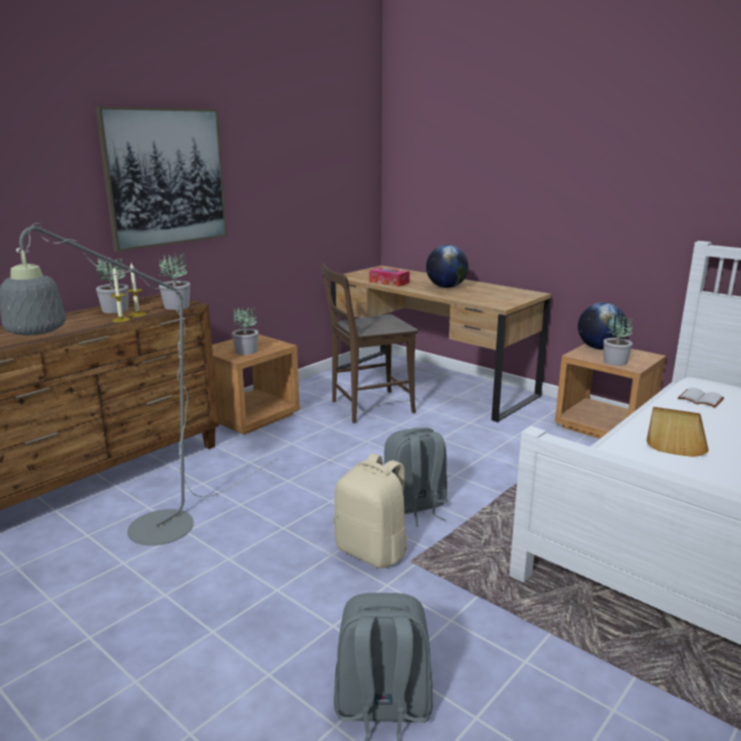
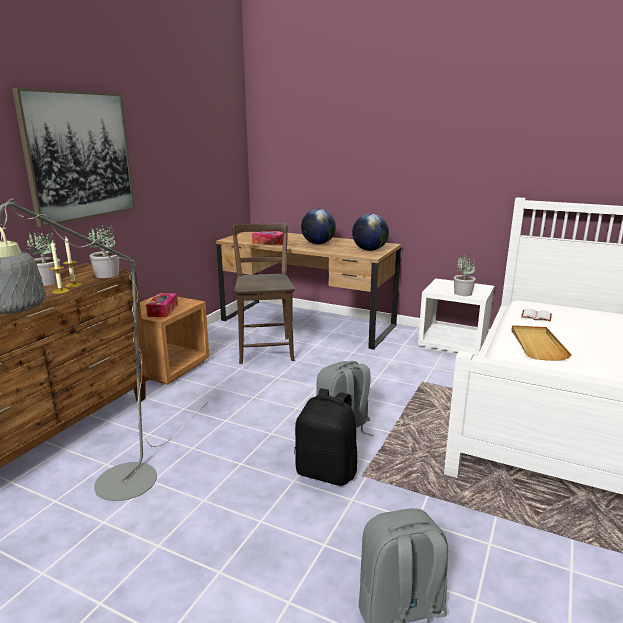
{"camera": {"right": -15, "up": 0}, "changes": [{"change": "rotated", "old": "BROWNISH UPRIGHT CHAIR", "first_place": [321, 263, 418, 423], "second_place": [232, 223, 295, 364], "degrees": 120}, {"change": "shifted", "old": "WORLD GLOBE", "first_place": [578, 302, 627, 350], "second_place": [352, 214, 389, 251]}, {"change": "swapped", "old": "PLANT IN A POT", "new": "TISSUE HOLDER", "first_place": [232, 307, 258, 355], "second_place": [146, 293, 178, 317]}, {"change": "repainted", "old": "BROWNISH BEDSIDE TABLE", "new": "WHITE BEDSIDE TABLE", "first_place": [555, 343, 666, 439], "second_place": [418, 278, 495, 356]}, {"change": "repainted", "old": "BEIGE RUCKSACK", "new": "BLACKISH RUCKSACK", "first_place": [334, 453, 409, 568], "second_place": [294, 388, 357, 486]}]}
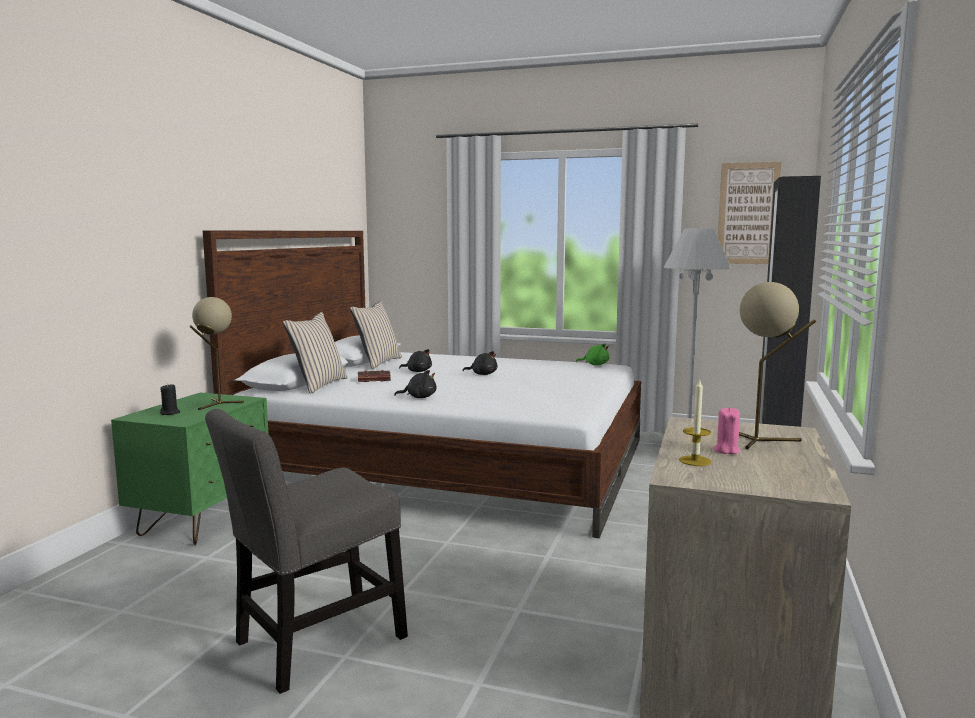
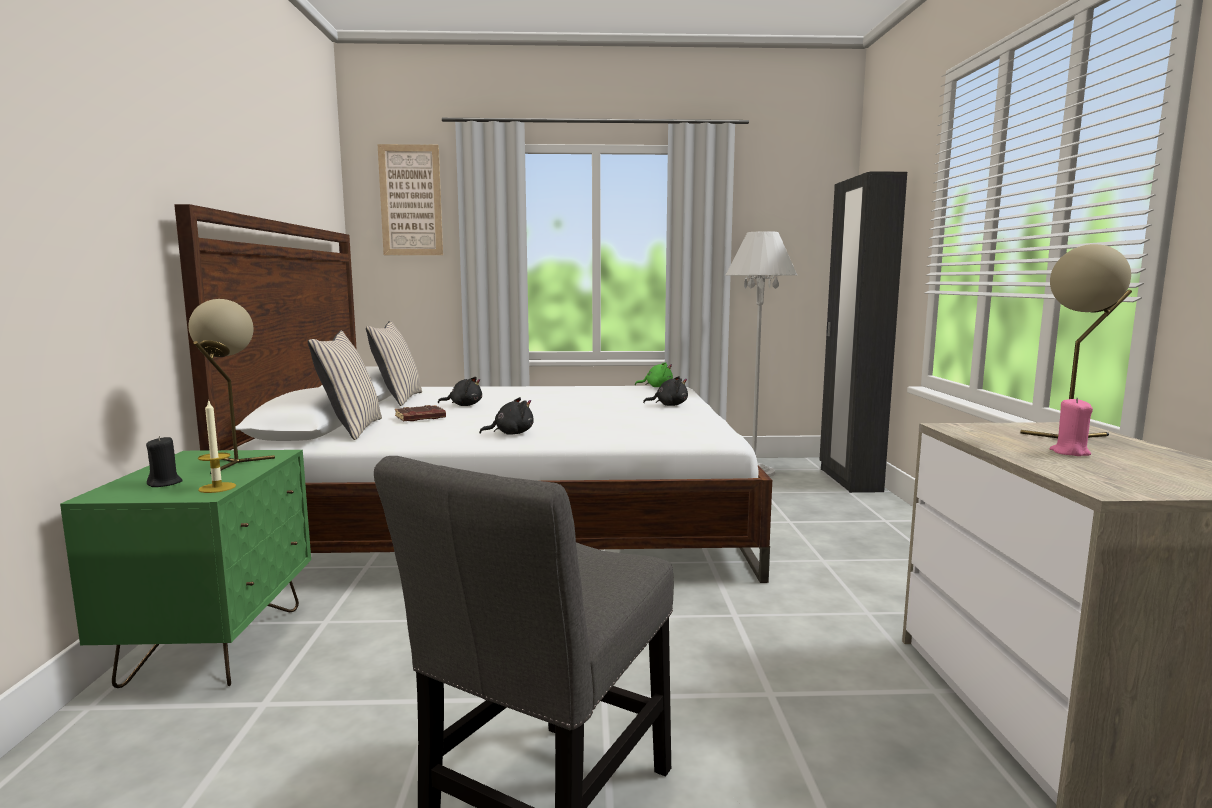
{"camera": {"right": -20, "up": 0}, "changes": [{"change": "shifted", "old": "WALL ART", "first_place": [718, 162, 781, 264], "second_place": [378, 144, 443, 255]}, {"change": "shifted", "old": "BLACKISH CUDDLY TOY", "first_place": [463, 351, 498, 375], "second_place": [643, 376, 688, 406]}, {"change": "shifted", "old": "CANDLE", "first_place": [679, 379, 712, 466], "second_place": [198, 399, 236, 493]}]}
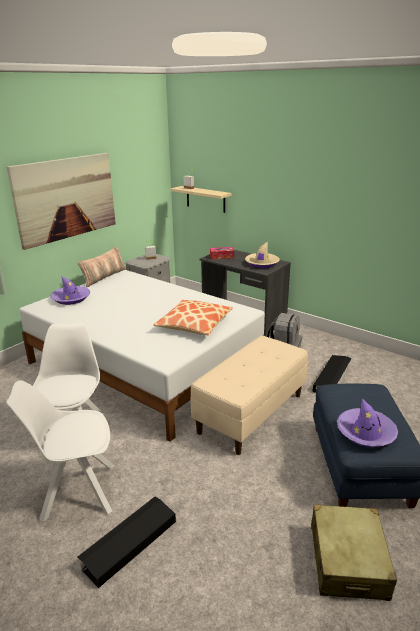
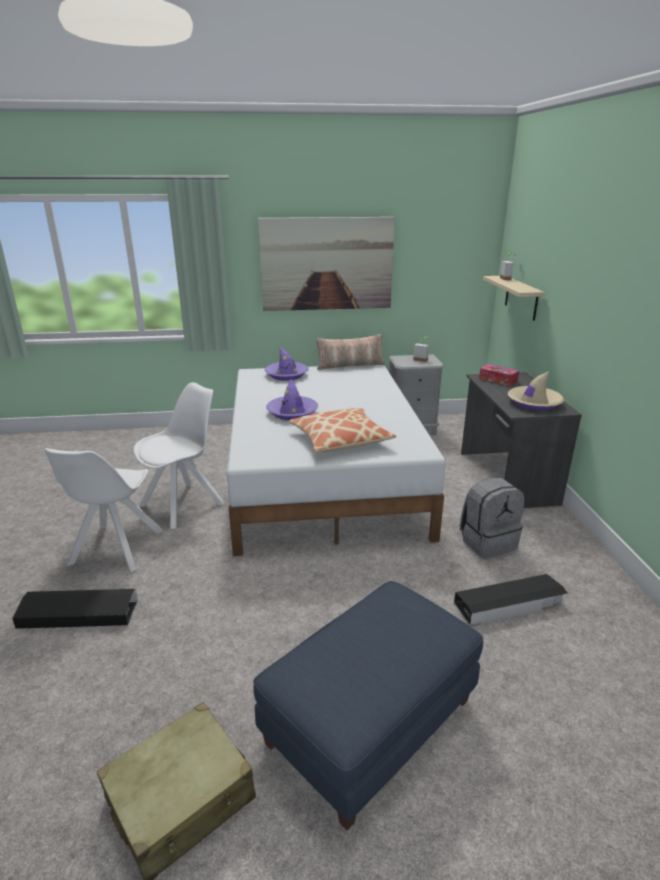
{"camera": {"right": 45, "up": 0}, "changes": [{"change": "gone", "old": "BEIGE INDOOR BENCH", "first_place": [191, 335, 308, 455]}, {"change": "rotated", "old": "WHITE UPRIGHT CHAIR", "first_place": [6, 380, 115, 522], "second_place": [44, 448, 163, 572], "degrees": -120}, {"change": "shifted", "old": "PURPLISH HAT", "first_place": [337, 399, 398, 447], "second_place": [266, 379, 318, 420]}]}
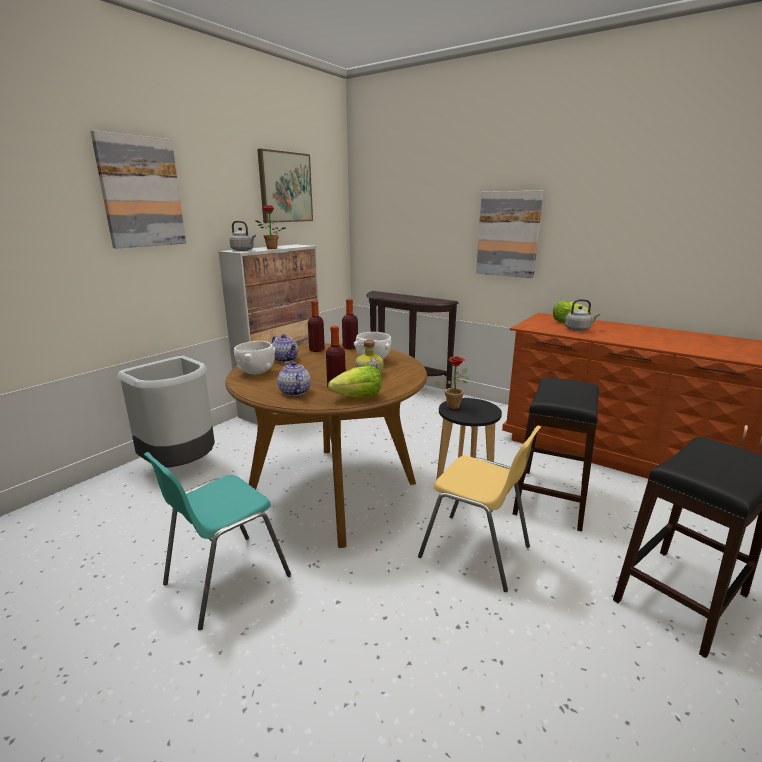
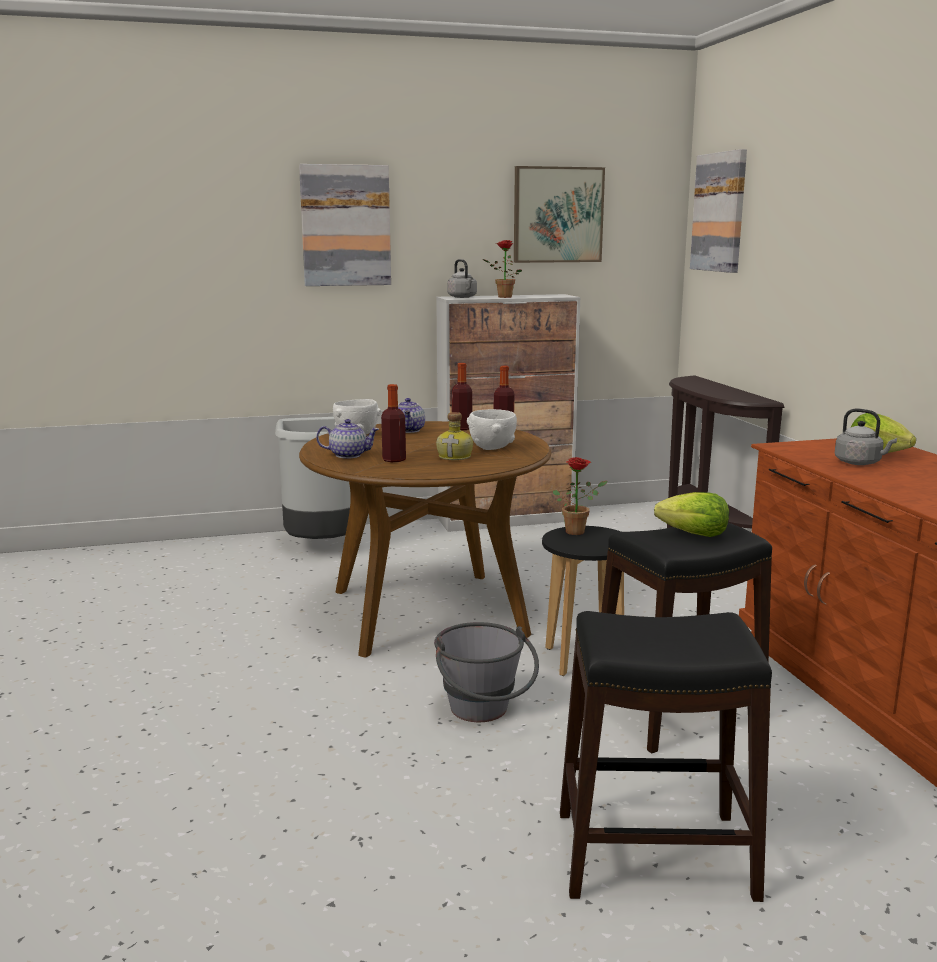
{"camera": {"right": 40, "up": -5}, "changes": [{"change": "shifted", "old": "WALL ART", "first_place": [476, 191, 543, 278], "second_place": [690, 149, 747, 273]}, {"change": "rotated", "old": "TEA POT", "first_place": [278, 362, 311, 396], "second_place": [316, 419, 379, 459], "degrees": 75}, {"change": "shifted", "old": "LETTUCE HEAD", "first_place": [328, 365, 382, 397], "second_place": [654, 492, 729, 537]}, {"change": "swapped", "old": "YELLOW UPRIGHT CHAIR", "new": "GRAY BUCKET", "first_place": [418, 425, 541, 592], "second_place": [434, 622, 539, 722]}, {"change": "gone", "old": "BLUE-GREEN UPRIGHT CHAIR", "first_place": [144, 452, 291, 630]}]}
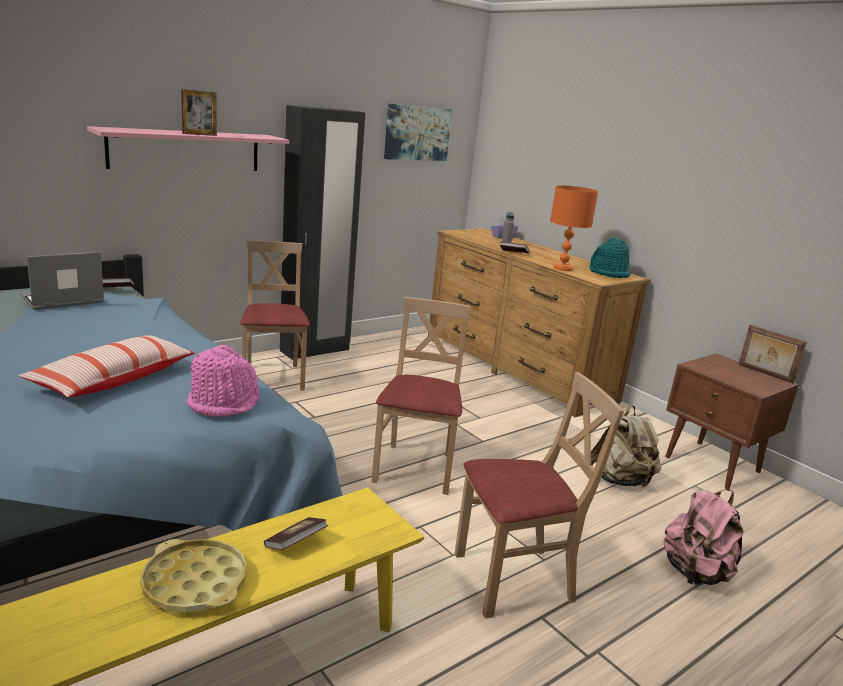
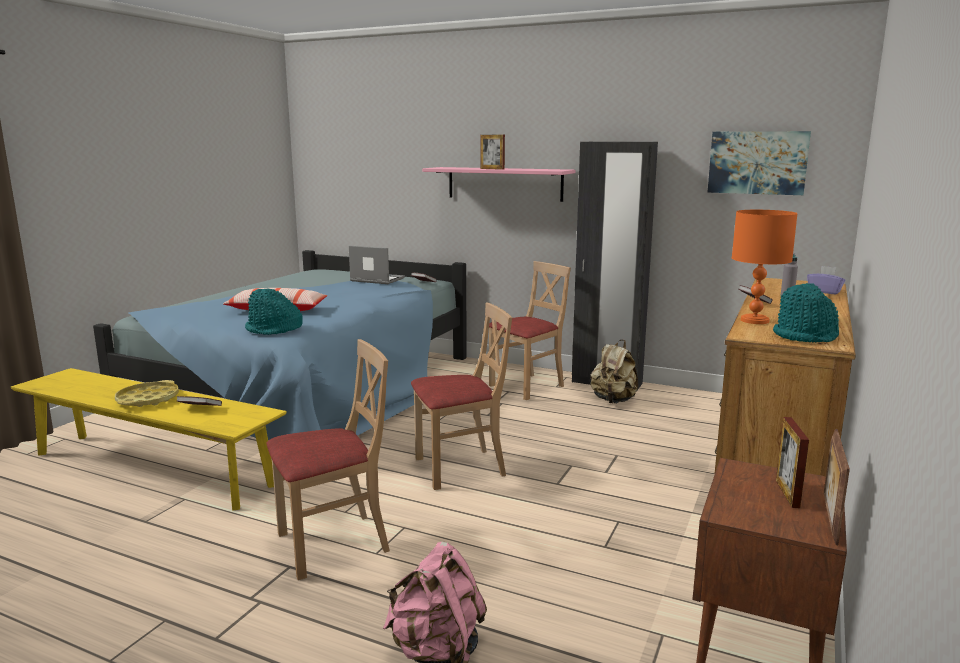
{"camera": {"right": 65, "up": -5}, "changes": [{"change": "repainted", "old": "PINK-COLOURED HAT", "new": "BLUE-GREEN HAT", "first_place": [187, 345, 259, 417], "second_place": [245, 289, 302, 335]}, {"change": "rotated", "old": "BEIGE UPRIGHT CHAIR", "first_place": [455, 372, 624, 618], "second_place": [267, 339, 390, 580], "degrees": -75}, {"change": "shifted", "old": "BEIGE RUCKSACK", "first_place": [591, 405, 661, 487], "second_place": [590, 339, 638, 403]}, {"change": "new", "new": "PHOTO FRAME", "second_place": [776, 417, 809, 508]}]}
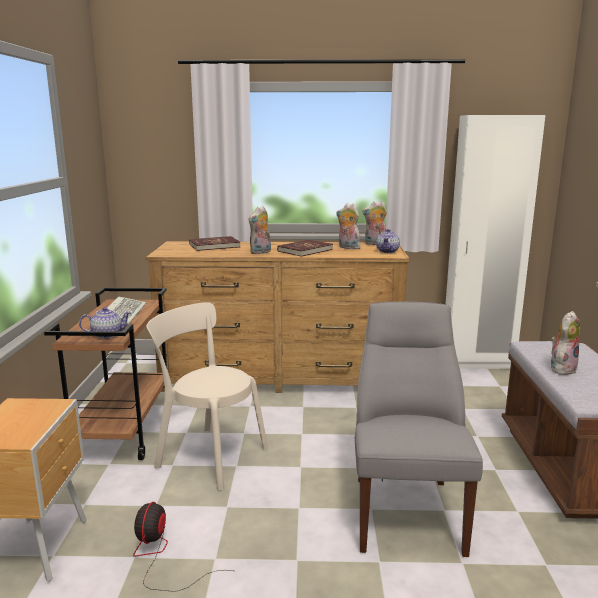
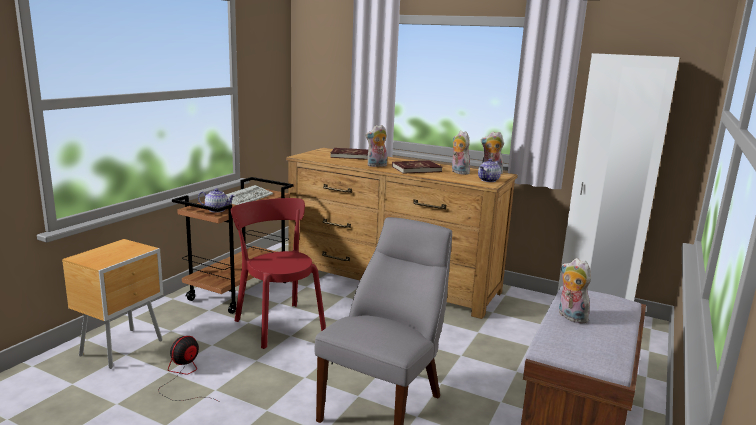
{"camera": {"right": 25, "up": 0}, "changes": [{"change": "repainted", "old": "BEIGE UPRIGHT CHAIR", "new": "RED-COLOURED UPRIGHT CHAIR", "first_place": [146, 302, 268, 491], "second_place": [231, 198, 326, 349]}, {"change": "rotated", "old": "CUDDLY TOY", "first_place": [551, 311, 581, 375], "second_place": [559, 258, 592, 324], "degrees": -105}]}
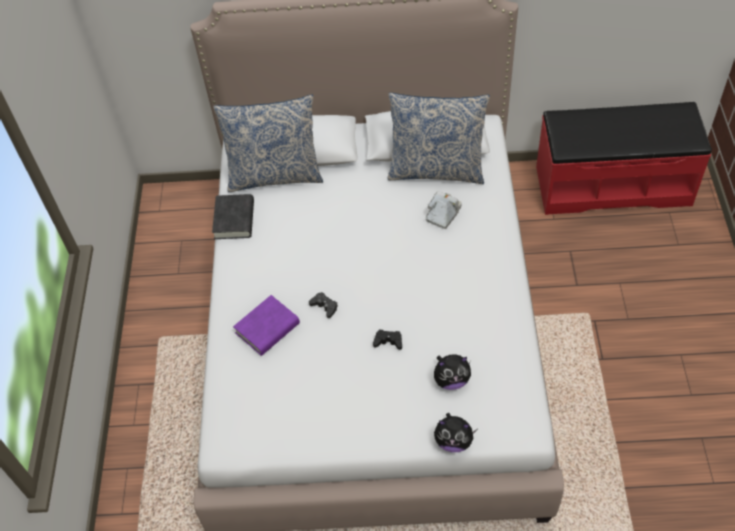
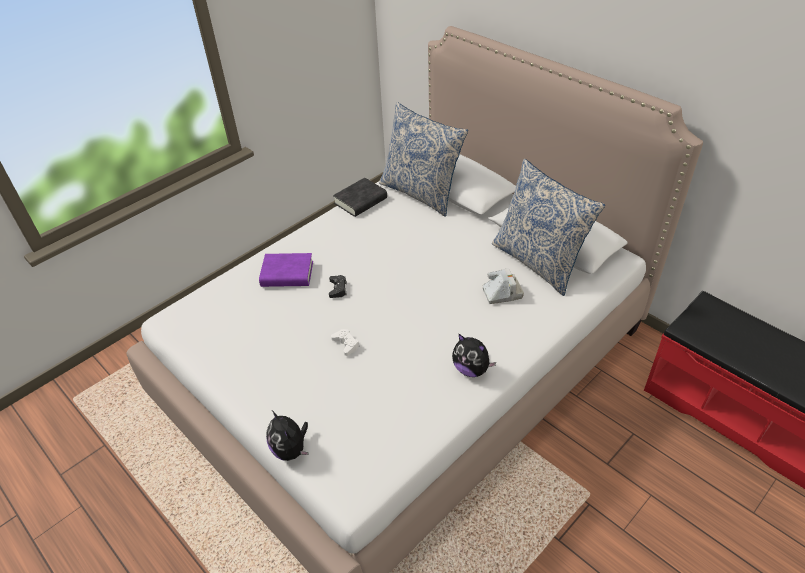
{"camera": {"right": 45, "up": -10}, "changes": [{"change": "repainted", "old": "BLACKISH GAME CONTROLLER", "new": "WHITE GAME CONTROLLER", "first_place": [373, 330, 402, 350], "second_place": [331, 329, 359, 356]}, {"change": "shifted", "old": "CUDDLY TOY", "first_place": [434, 354, 471, 390], "second_place": [452, 333, 496, 377]}]}
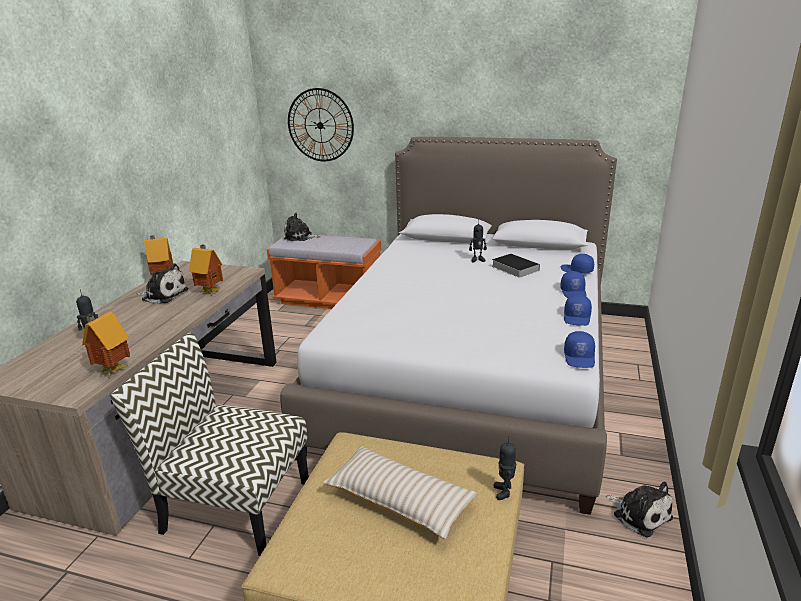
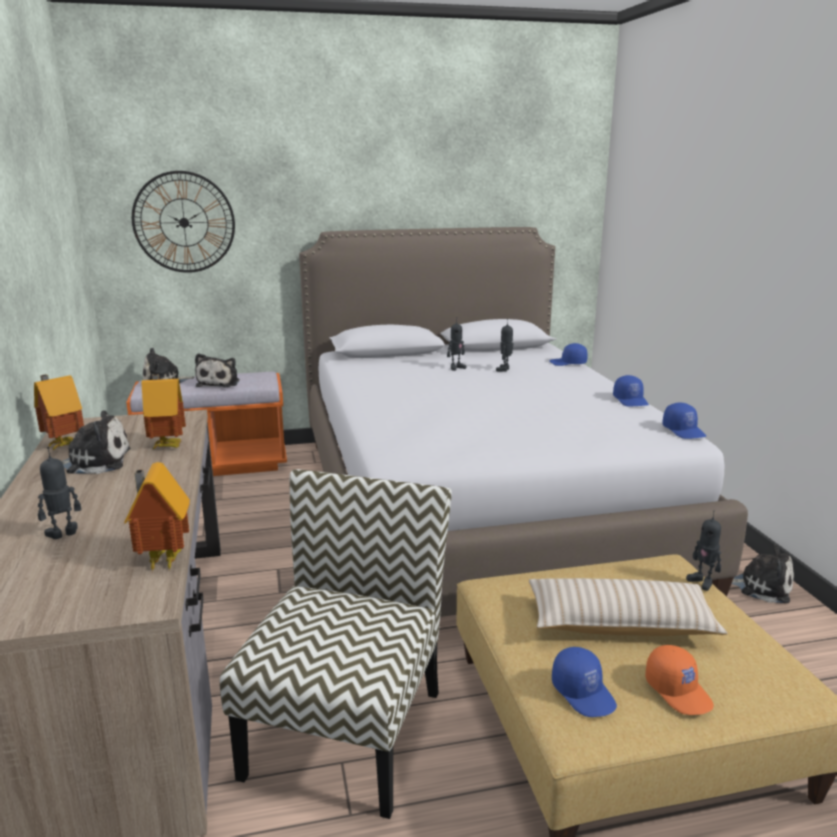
{"camera": {"right": -30, "up": -5}, "changes": [{"change": "swapped", "old": "BOOK", "new": "MODEL ROBOT", "first_place": [492, 254, 540, 278], "second_place": [496, 319, 513, 371]}, {"change": "shifted", "old": "BLUE-COLOURED PEAKED CAP", "first_place": [560, 271, 587, 298], "second_place": [552, 647, 617, 717]}, {"change": "rotated", "old": "UPRIGHT CHAIR", "first_place": [110, 333, 309, 556], "second_place": [219, 469, 452, 819], "degrees": 120}, {"change": "new", "new": "CUDDLY TOY", "second_place": [195, 353, 240, 387]}, {"change": "new", "new": "ORANGEY PEAKED CAP", "second_place": [645, 645, 714, 715]}]}
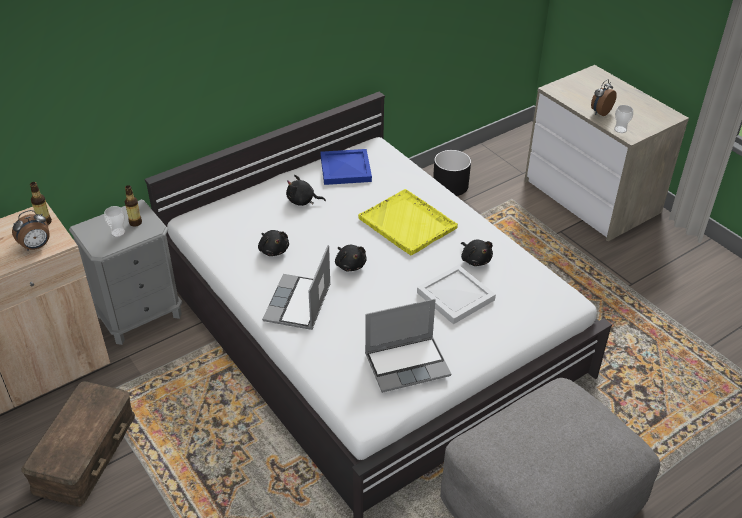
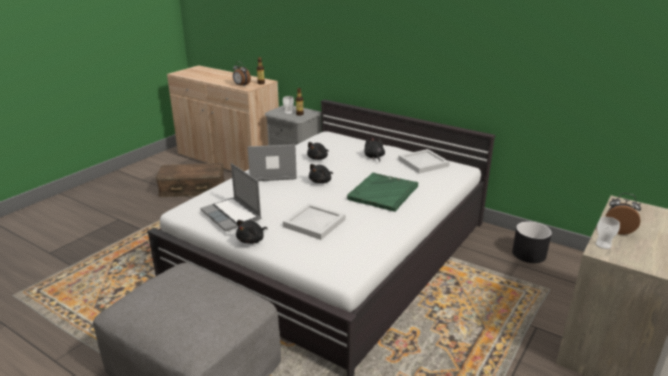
{"camera": {"right": 70, "up": -15}, "changes": [{"change": "repainted", "old": "BLUE-COLOURED TRAY", "new": "WHITE TRAY", "first_place": [320, 149, 372, 185], "second_place": [398, 149, 450, 173]}, {"change": "repainted", "old": "YELLOW TRAY", "new": "GREEN-COLOURED TRAY", "first_place": [358, 189, 458, 255], "second_place": [347, 173, 418, 212]}, {"change": "shifted", "old": "BLACKISH CUDDLY TOY", "first_place": [461, 240, 493, 266], "second_place": [236, 220, 268, 244]}]}
